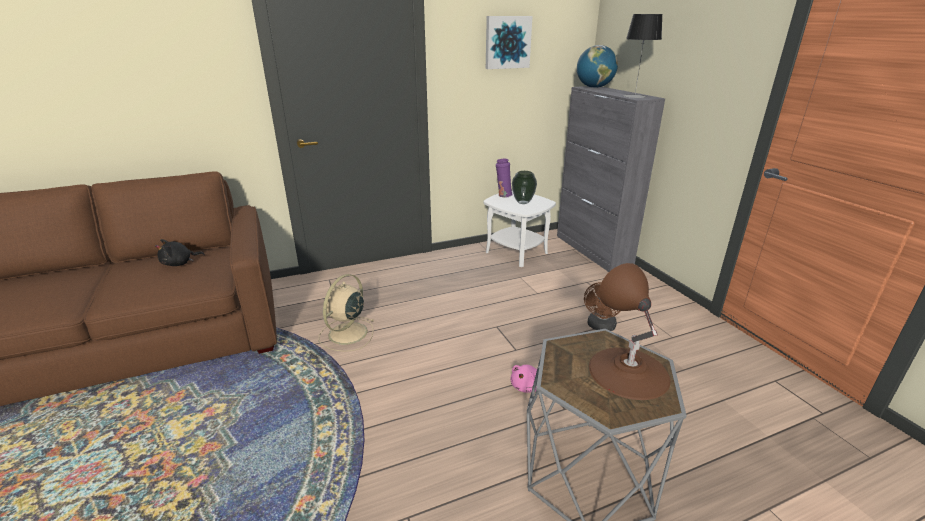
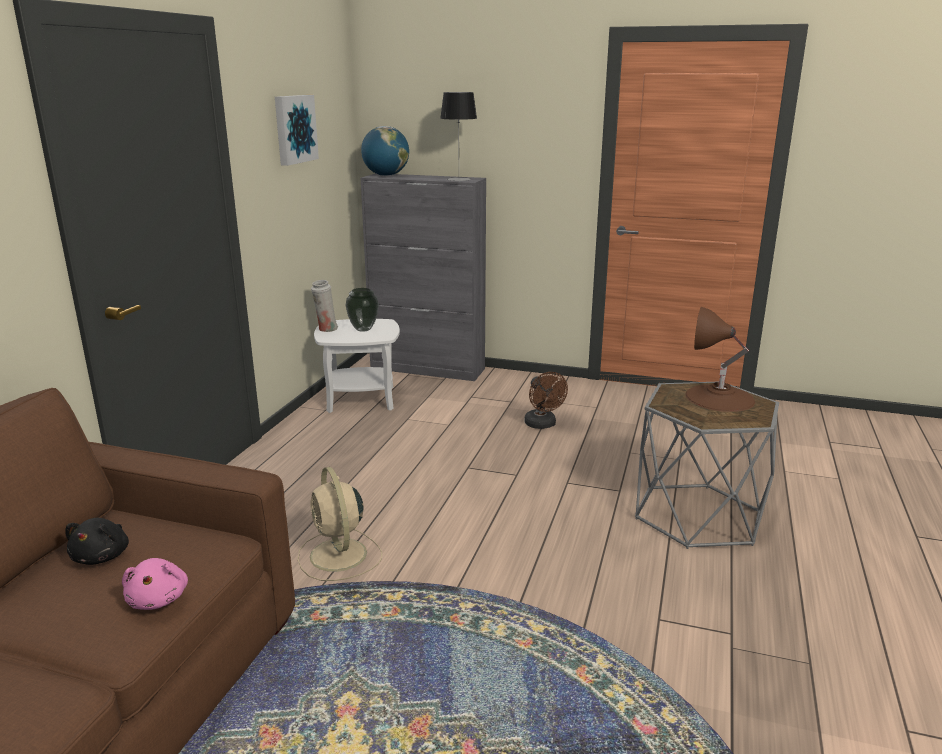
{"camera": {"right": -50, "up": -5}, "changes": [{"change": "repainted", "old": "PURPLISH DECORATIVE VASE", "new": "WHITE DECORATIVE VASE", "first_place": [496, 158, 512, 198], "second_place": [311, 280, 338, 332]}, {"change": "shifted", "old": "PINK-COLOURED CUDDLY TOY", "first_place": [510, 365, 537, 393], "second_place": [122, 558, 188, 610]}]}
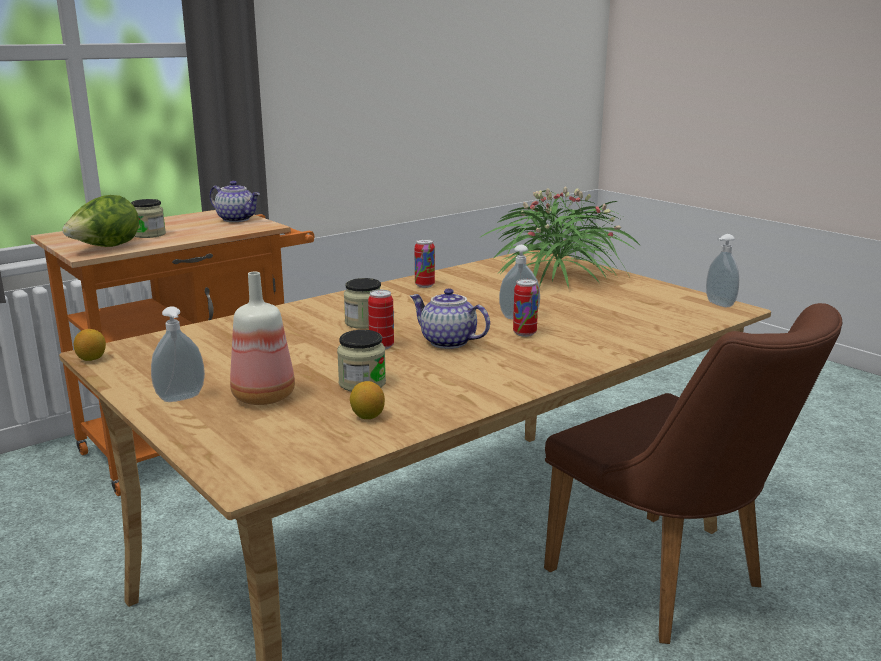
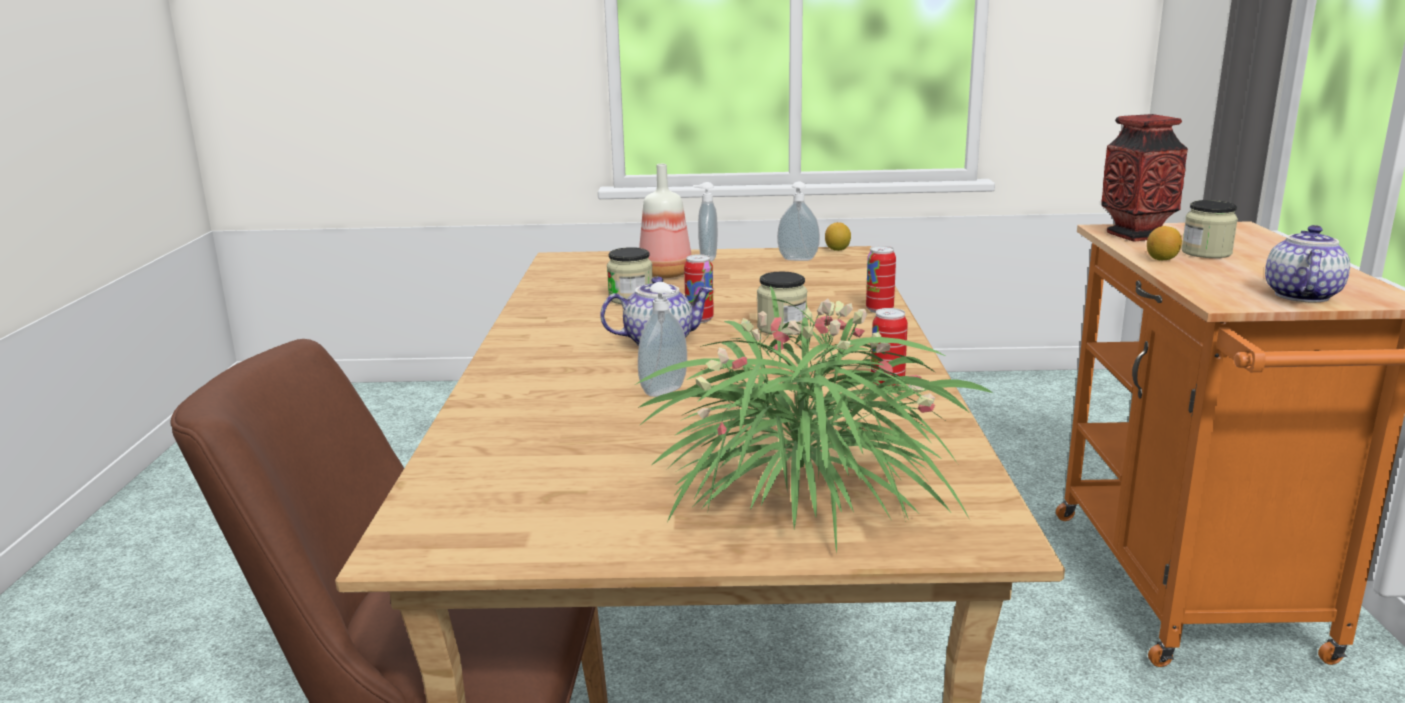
{"camera": {"right": 130, "up": 0}, "changes": [{"change": "rotated", "old": "TEA POT", "first_place": [209, 181, 260, 222], "second_place": [1265, 225, 1350, 302], "degrees": 135}, {"change": "swapped", "old": "LETTUCE HEAD", "new": "DECORATIVE VASE", "first_place": [62, 195, 139, 247], "second_place": [1101, 114, 1188, 242]}, {"change": "shifted", "old": "SOAP DISPENSER", "first_place": [706, 234, 739, 307], "second_place": [777, 181, 820, 261]}, {"change": "shifted", "old": "CAN", "first_place": [513, 279, 539, 337], "second_place": [866, 246, 896, 313]}, {"change": "shifted", "old": "CITRUS FRUIT", "first_place": [350, 381, 385, 419], "second_place": [1147, 226, 1182, 260]}]}
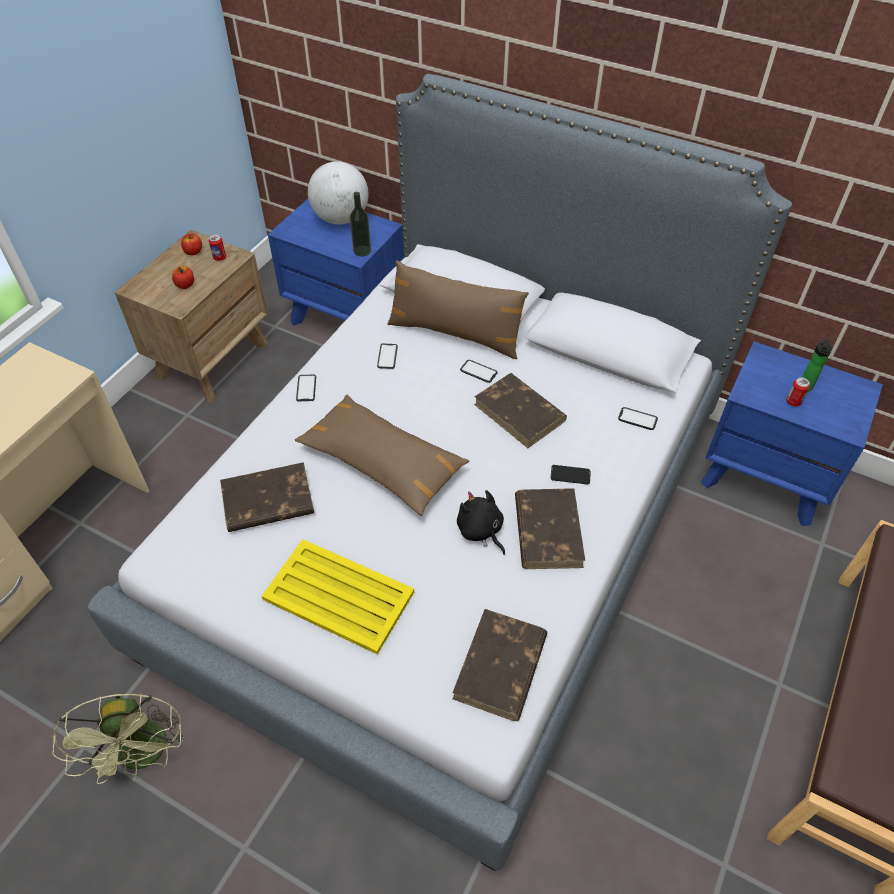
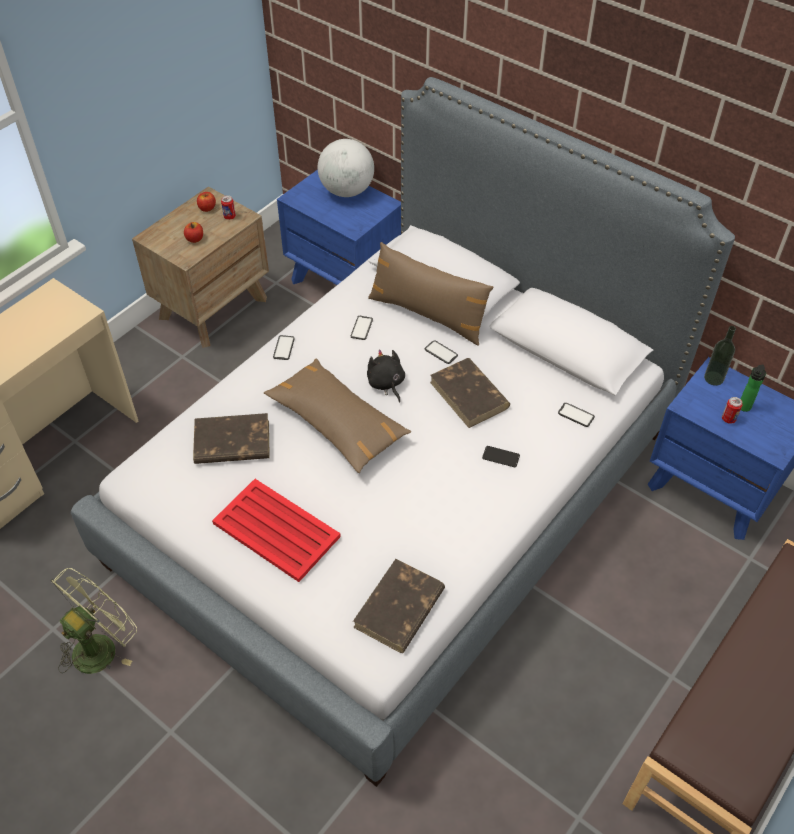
{"camera": {"right": 10, "up": 0}, "changes": [{"change": "shifted", "old": "BEVERAGE BOTTLE", "first_place": [350, 192, 371, 257], "second_place": [704, 326, 736, 386]}, {"change": "gone", "old": "BROWNISH BOOK", "first_place": [515, 488, 585, 569]}, {"change": "shifted", "old": "BLACKISH CUDDLY TOY", "first_place": [457, 490, 505, 555], "second_place": [367, 349, 405, 403]}, {"change": "repainted", "old": "YELLOW TRAY", "new": "RED-COLOURED TRAY", "first_place": [262, 539, 414, 655], "second_place": [212, 479, 341, 582]}, {"change": "rotated", "old": "GREEN-COLOURED FAN", "first_place": [52, 694, 185, 784], "second_place": [50, 568, 137, 674], "degrees": -135}]}
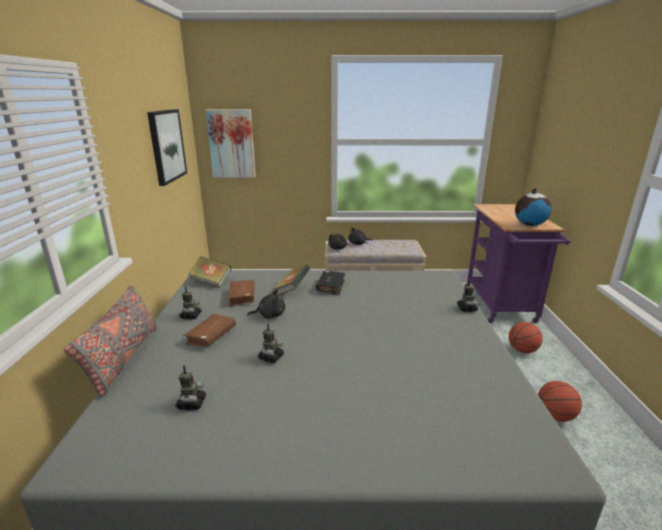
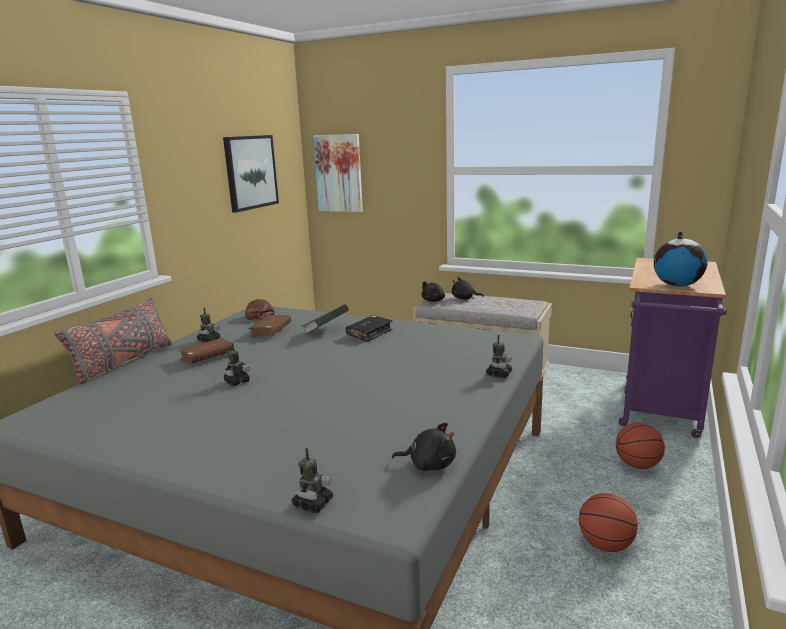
{"camera": {"right": 25, "up": -5}, "changes": [{"change": "swapped", "old": "BOOK", "new": "BROWNISH PEAKED CAP", "first_place": [189, 257, 232, 288], "second_place": [245, 299, 275, 320]}, {"change": "shifted", "old": "BLACKISH CUDDLY TOY", "first_place": [247, 290, 285, 319], "second_place": [392, 423, 456, 471]}, {"change": "shifted", "old": "MODEL ROBOT", "first_place": [175, 365, 206, 411], "second_place": [291, 448, 333, 513]}]}
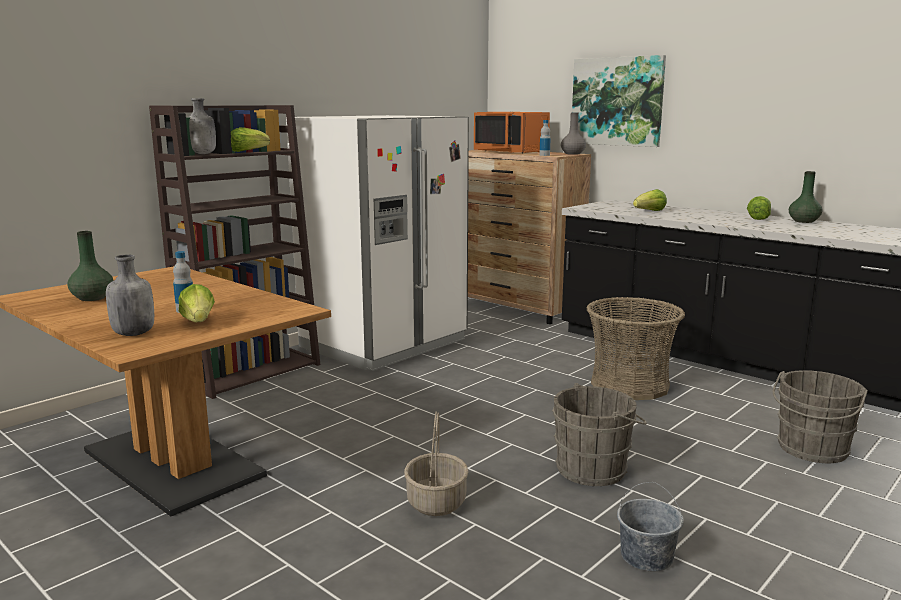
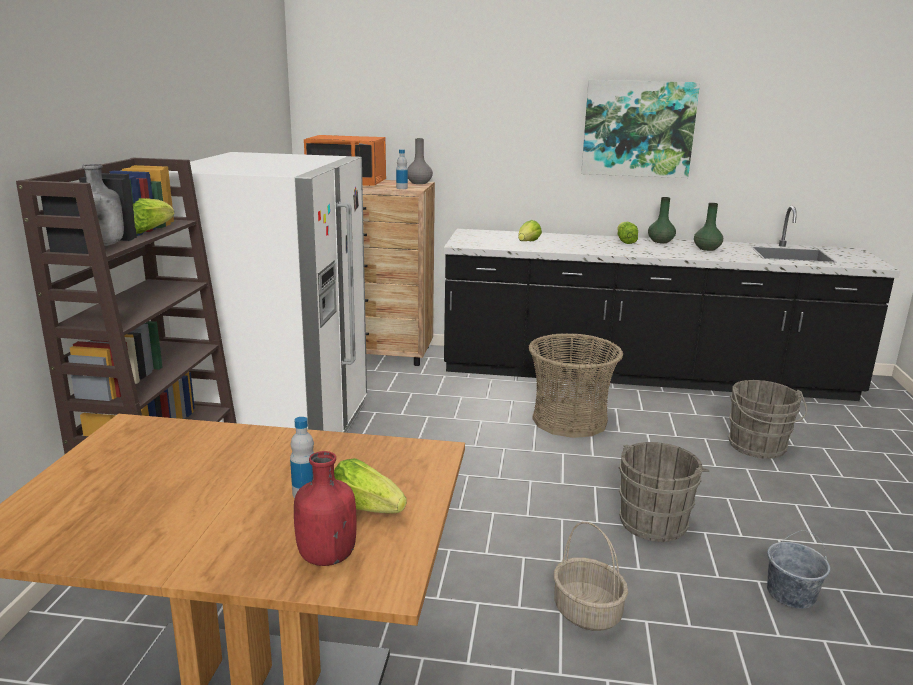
{"camera": {"right": -35, "up": 5}, "changes": [{"change": "shifted", "old": "WALL ART", "first_place": [572, 55, 666, 147], "second_place": [581, 80, 700, 178]}, {"change": "shifted", "old": "GREEN-COLOURED DECORATIVE VASE", "first_place": [68, 231, 113, 301], "second_place": [694, 203, 723, 251]}, {"change": "repainted", "old": "GRAY BEVERAGE BOTTLE", "new": "RED-COLOURED BEVERAGE BOTTLE", "first_place": [106, 254, 154, 336], "second_place": [294, 451, 357, 566]}]}
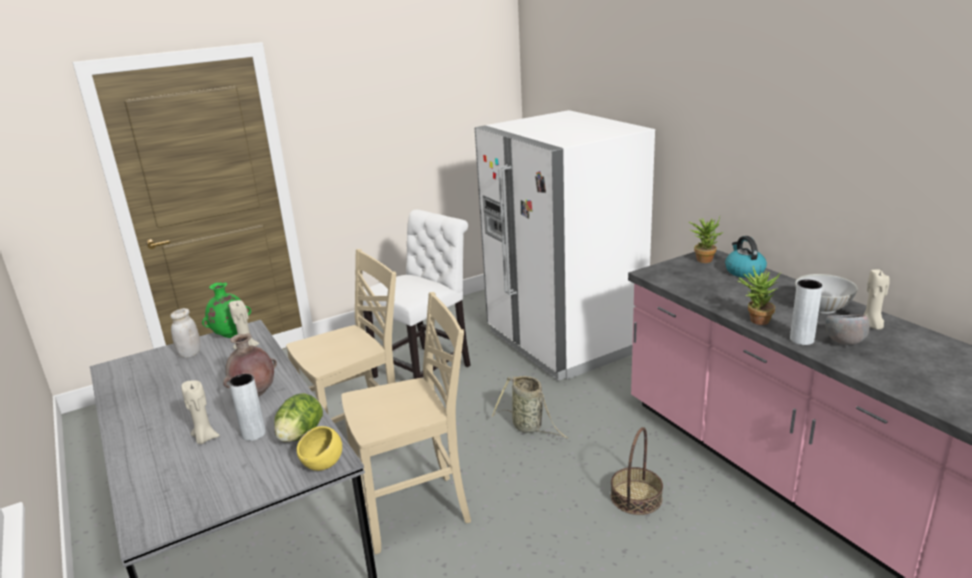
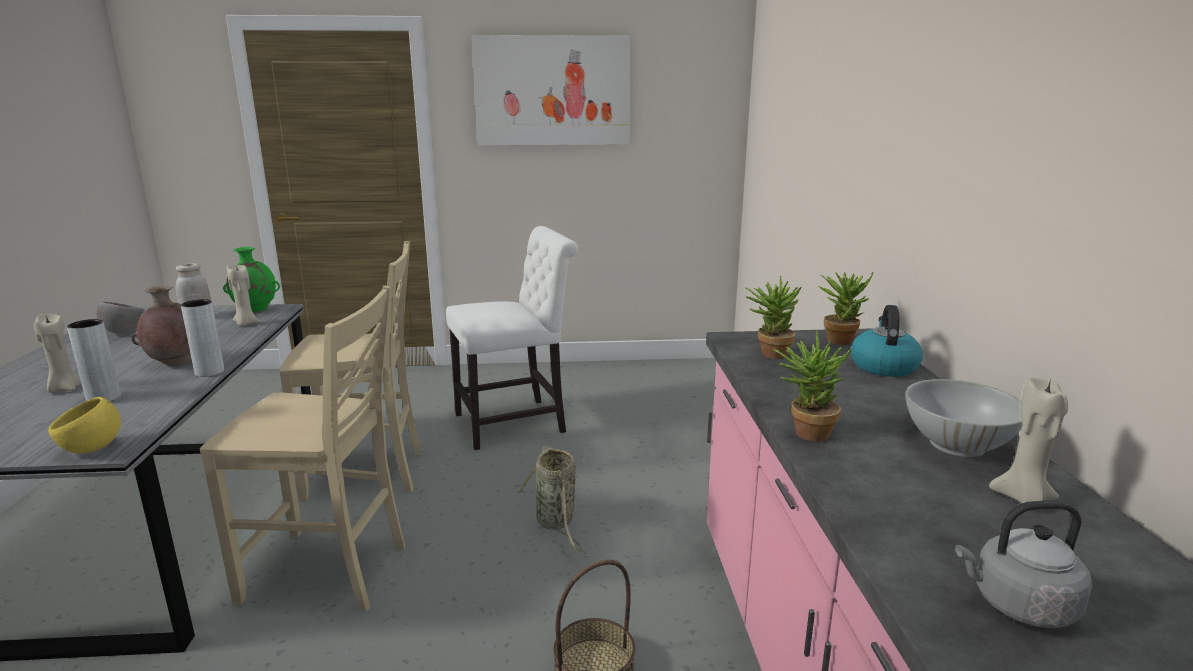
{"camera": {"right": 25, "up": -5}, "changes": [{"change": "gone", "old": "WHITE KITCHEN FRIDGE", "first_place": [475, 110, 655, 381]}, {"change": "shifted", "old": "GRAY DECORATIVE VASE", "first_place": [790, 279, 822, 345], "second_place": [181, 299, 224, 377]}, {"change": "shifted", "old": "GRAY DEEP DISH", "first_place": [825, 315, 870, 345], "second_place": [97, 302, 145, 334]}, {"change": "gone", "old": "LETTUCE HEAD", "first_place": [274, 393, 323, 442]}, {"change": "new", "new": "WALL ART", "second_place": [472, 35, 631, 145]}, {"change": "new", "new": "PLANT IN A POT", "second_place": [745, 275, 802, 359]}, {"change": "new", "new": "GRAY TEA KETTLE", "second_place": [955, 501, 1092, 628]}]}
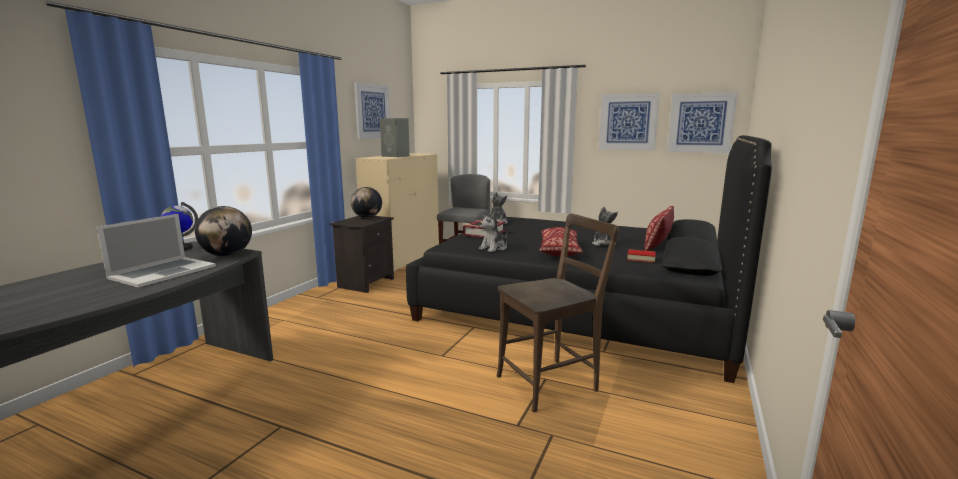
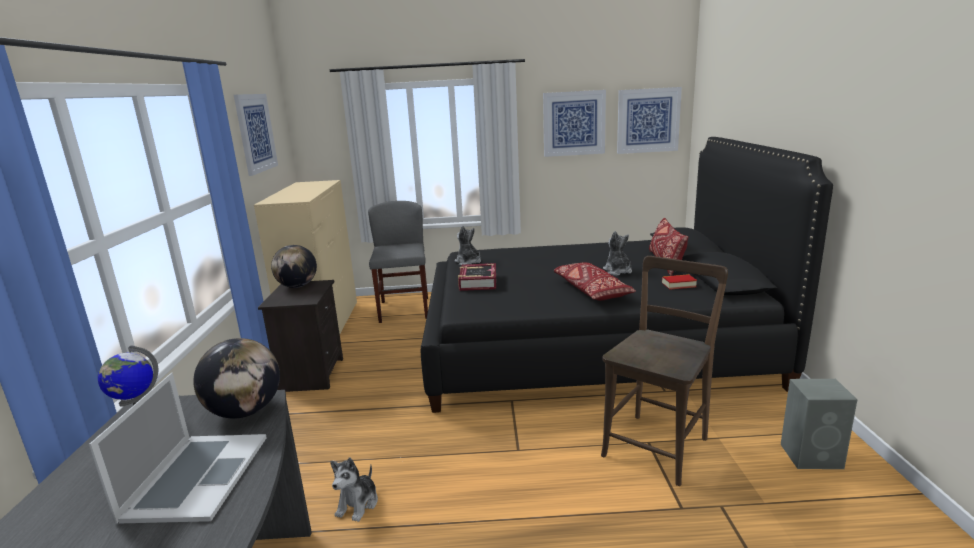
{"camera": {"right": -25, "up": 5}, "changes": [{"change": "shifted", "old": "GRAY AUDIO SPEAKER", "first_place": [380, 118, 410, 157], "second_place": [781, 379, 857, 469]}, {"change": "shifted", "old": "CUDDLY TOY", "first_place": [479, 211, 508, 252], "second_place": [330, 458, 378, 522]}]}
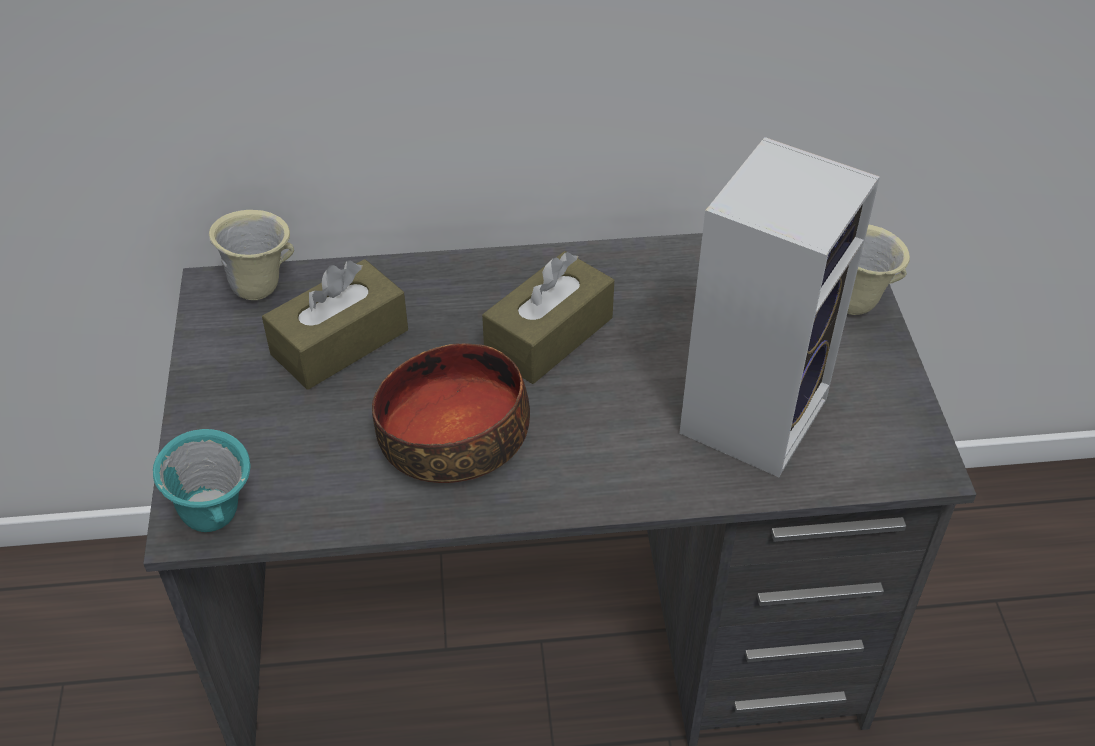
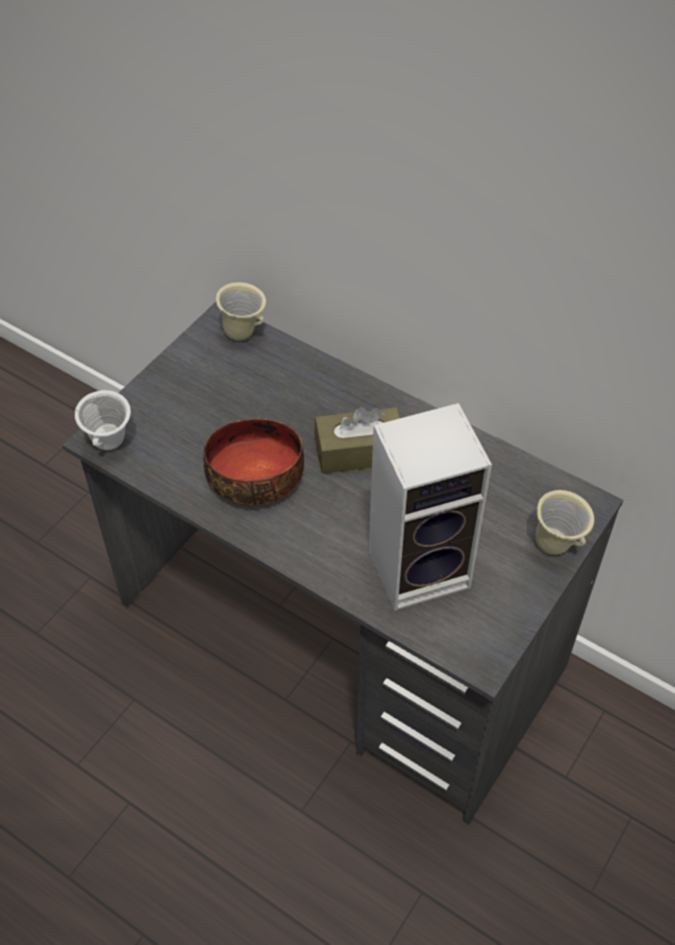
{"camera": {"right": 40, "up": 5}, "changes": [{"change": "gone", "old": "BROWNISH TISSUE HOLDER", "first_place": [262, 259, 408, 390]}, {"change": "repainted", "old": "BLUE-GREEN MUG", "new": "WHITE MUG", "first_place": [153, 429, 251, 532], "second_place": [75, 390, 131, 450]}]}
